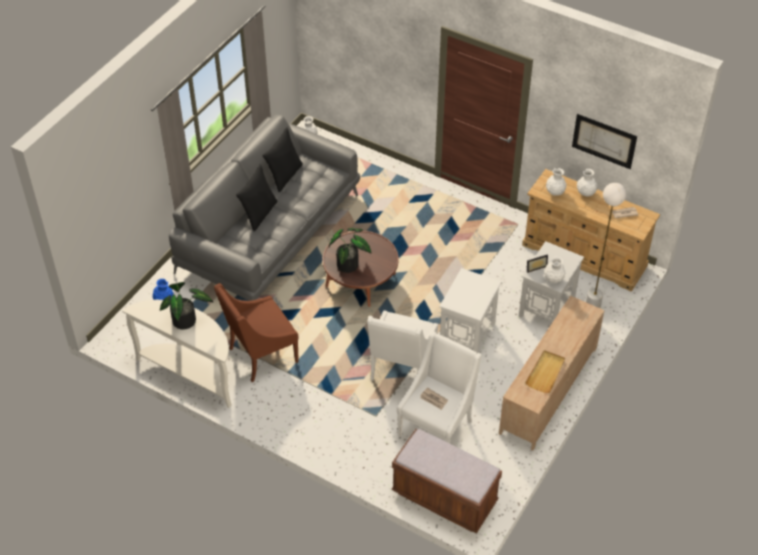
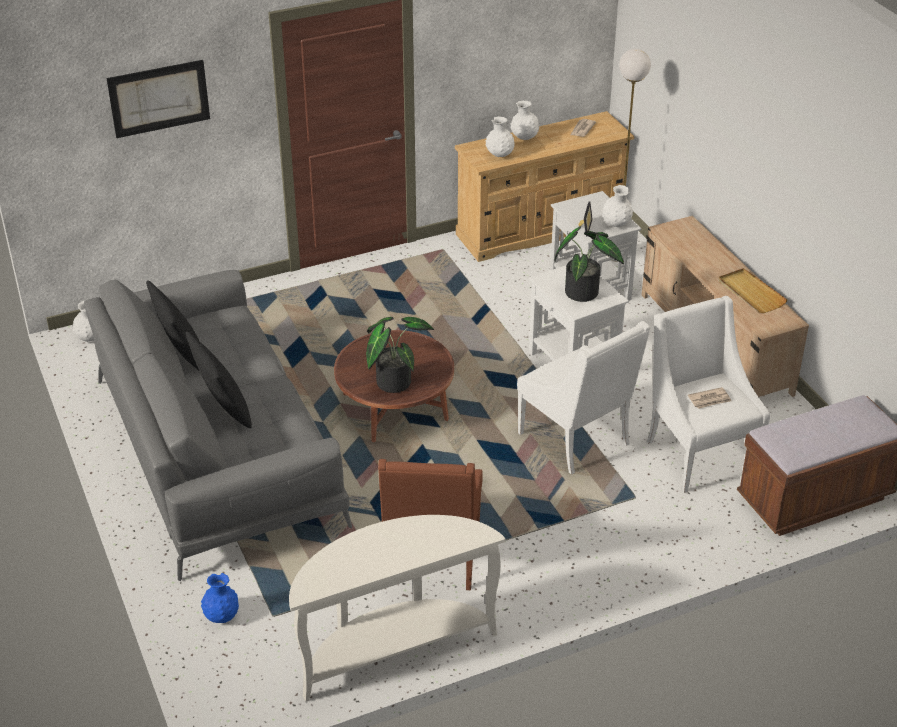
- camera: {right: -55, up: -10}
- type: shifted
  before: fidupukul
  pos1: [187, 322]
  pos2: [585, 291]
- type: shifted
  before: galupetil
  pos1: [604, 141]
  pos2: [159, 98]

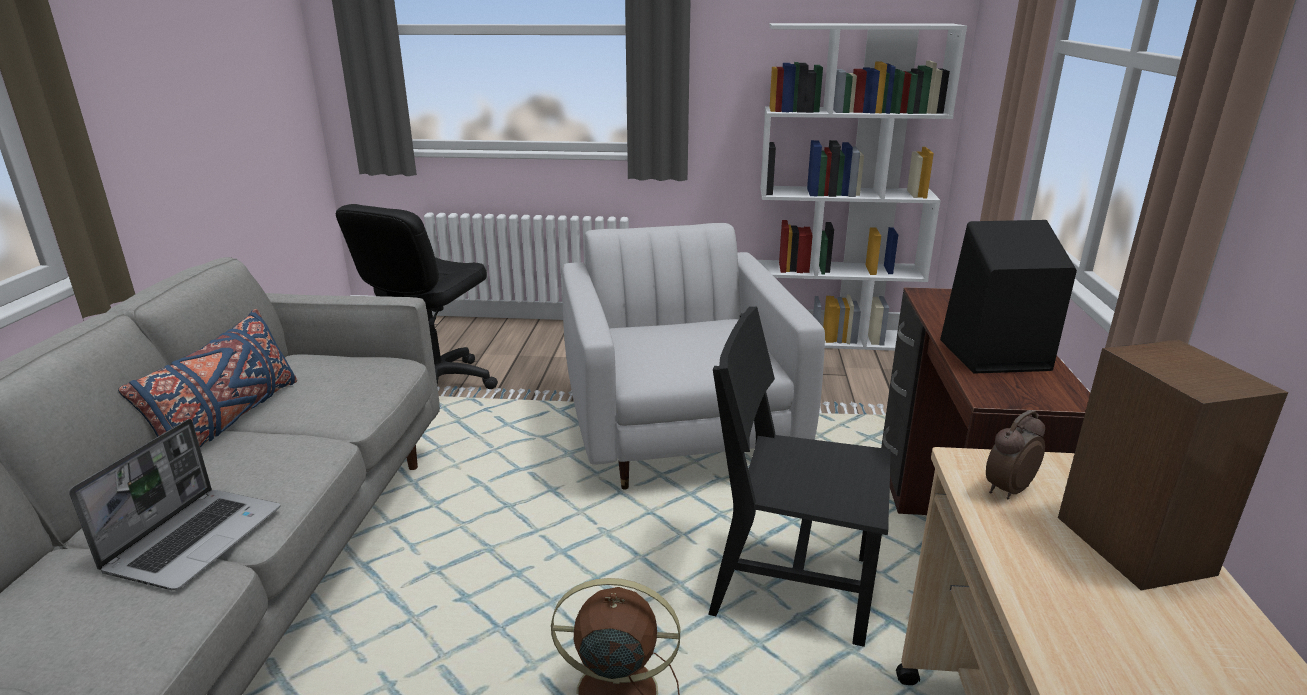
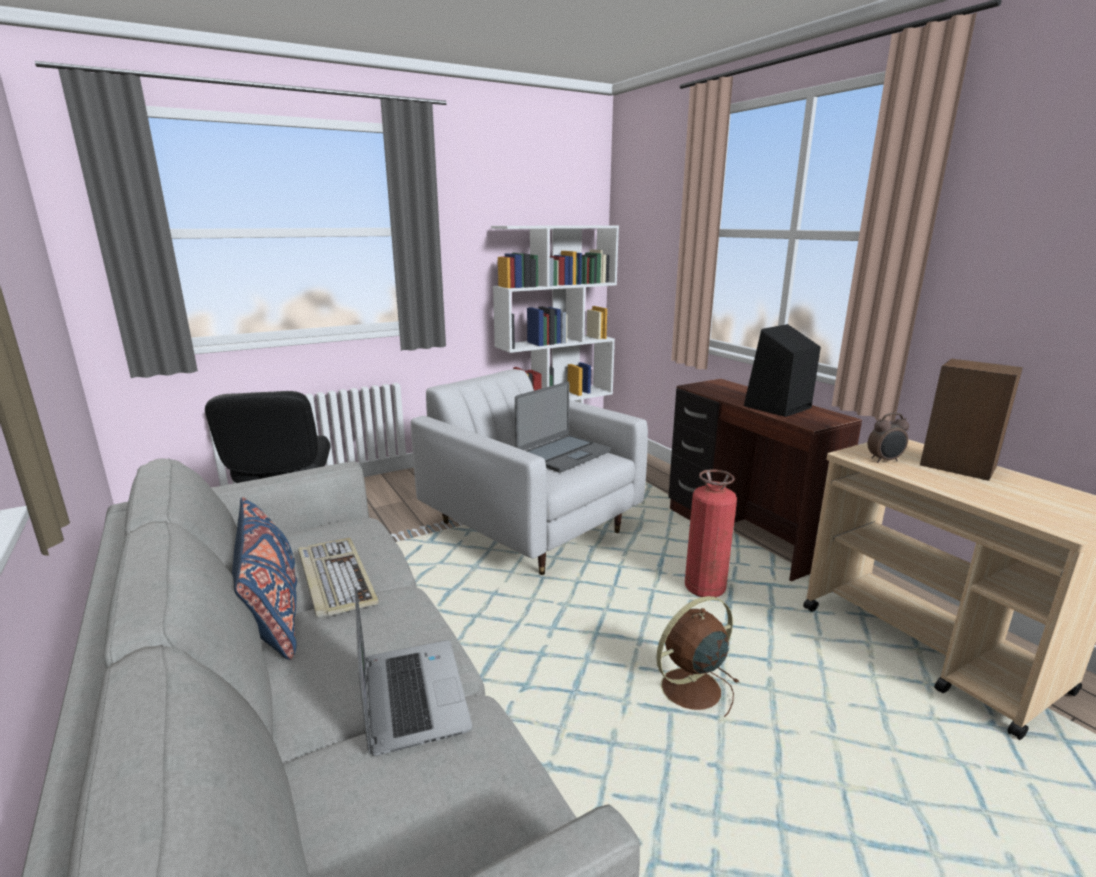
- camera: {right: -35, up: -5}
- type: swapped
  before: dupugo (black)
  after: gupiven
  pos1: [792, 586]
  pos2: [704, 589]
- type: rotated
  before: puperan
  pos1: [1006, 489]
  pos2: [884, 460]
  turn: -120
- type: new
  after: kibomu
  pos2: [335, 579]
- type: new
  after: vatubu
  pos2: [563, 454]

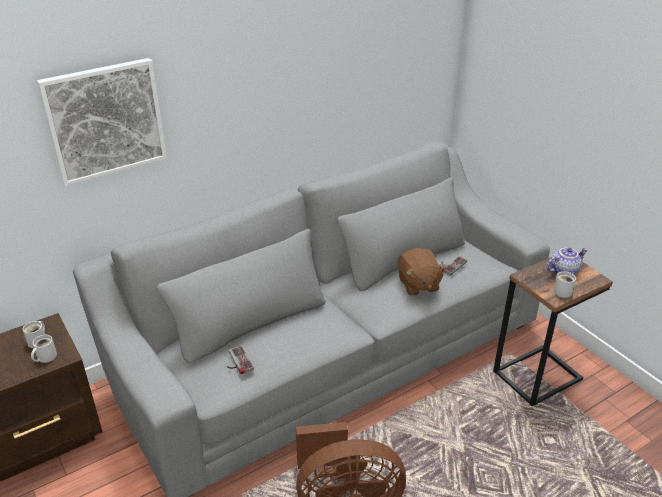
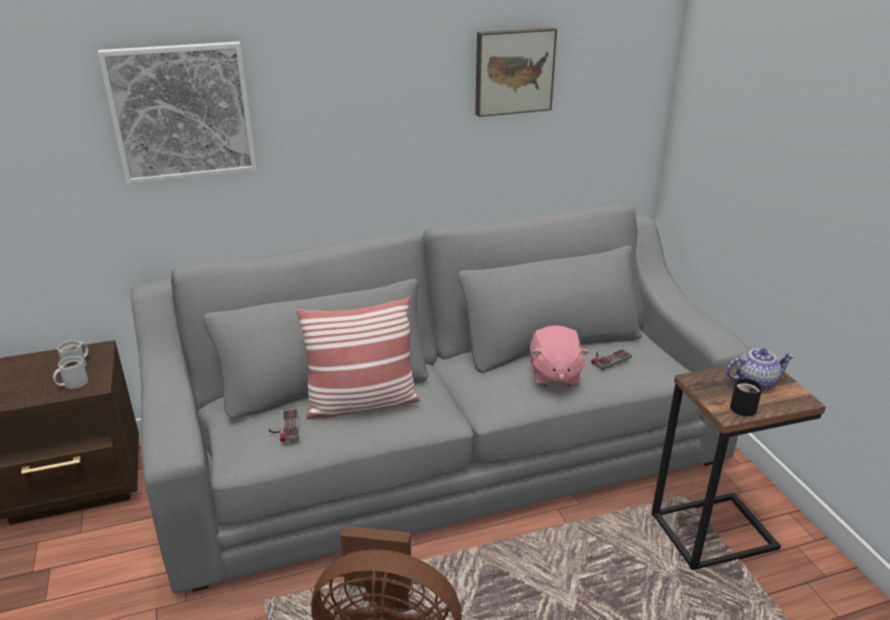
- camera: {right: 15, up: -5}
- type: repainted
  before: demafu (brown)
  after: demafu (pink)
  pos1: [418, 284]
  pos2: [554, 375]
- type: repainted
  before: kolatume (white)
  after: kolatume (black)
  pos1: [562, 291]
  pos2: [743, 407]
- type: new
  after: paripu
  pos2: [362, 403]
- type: new
  after: galupetil
  pos2: [513, 71]

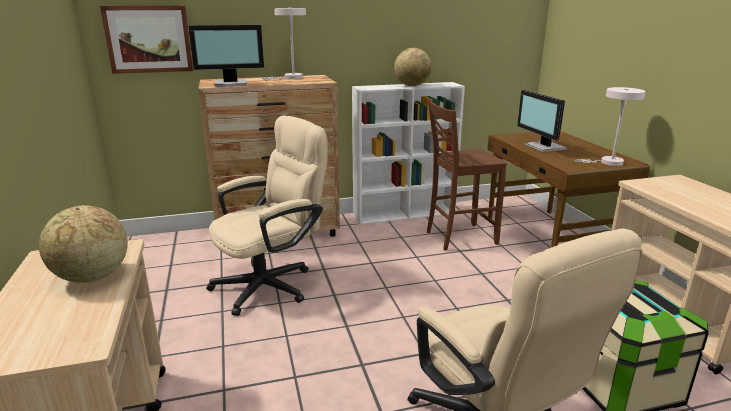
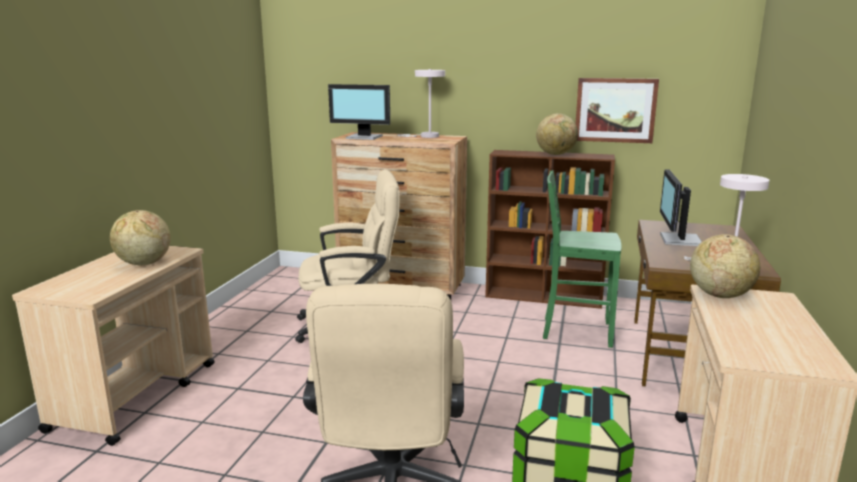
- camera: {right: 30, up: -5}
- type: shifted
  before: galupetil
  pos1: [148, 39]
  pos2: [615, 110]
- type: repainted
  before: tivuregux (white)
  after: tivuregux (brown)
  pos1: [405, 214]
  pos2: [544, 297]
- type: repainted
  before: dupugo (brown)
  after: dupugo (green)
  pos1: [459, 237]
  pos2: [575, 331]
- type: new
  after: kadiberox
  pos2: [719, 295]

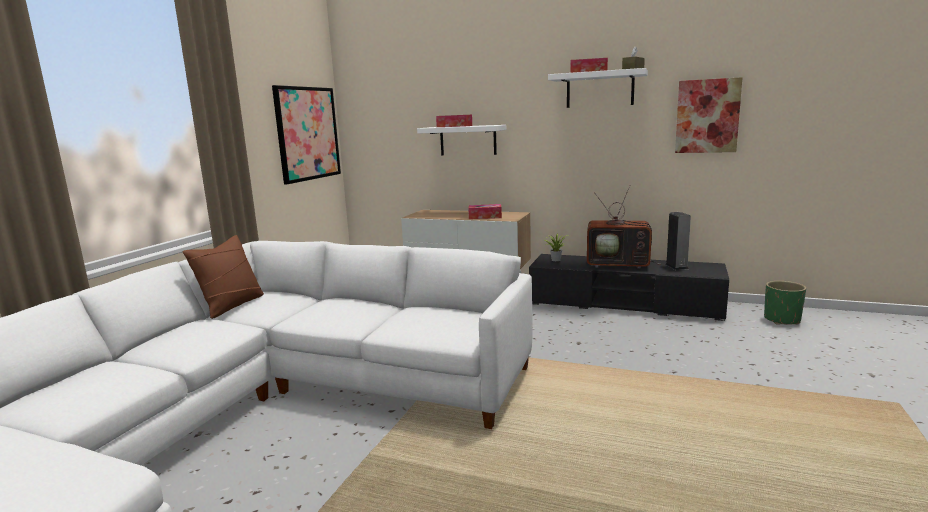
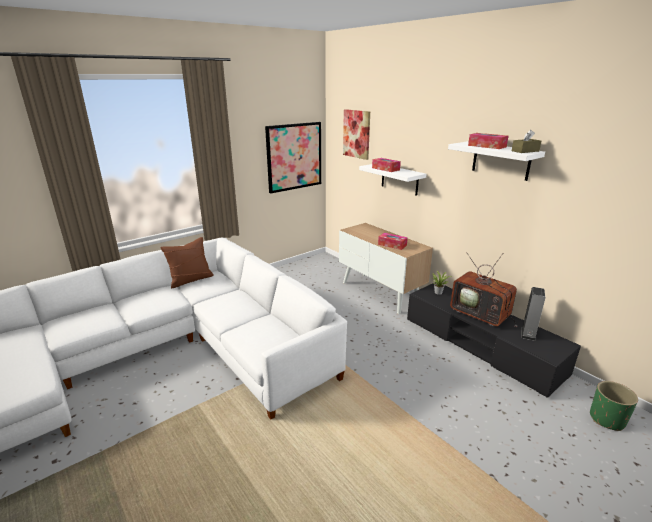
- camera: {right: 30, up: 10}
- type: shifted
  before: galupetil
  pos1: [707, 116]
  pos2: [356, 134]

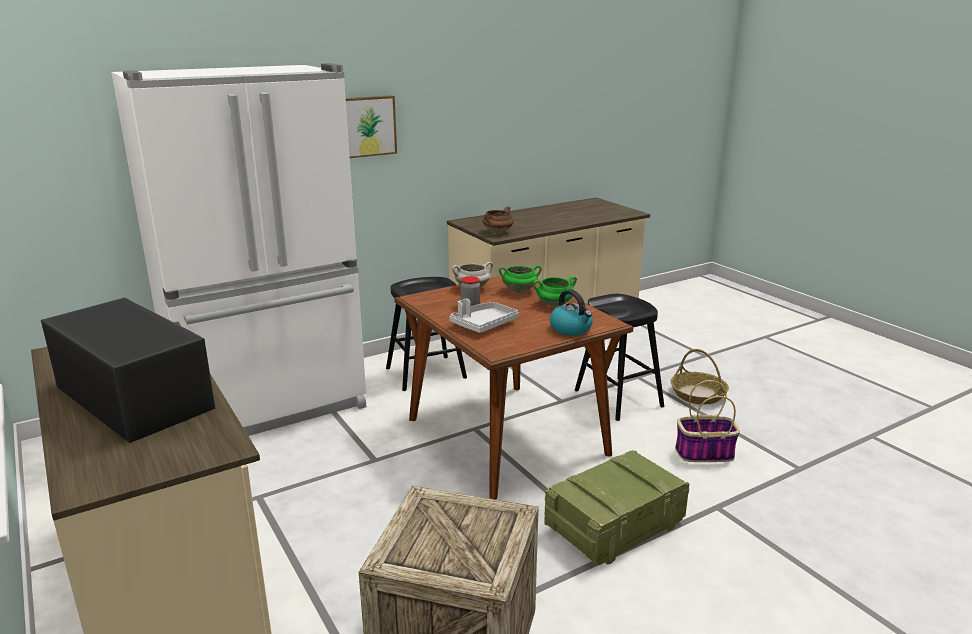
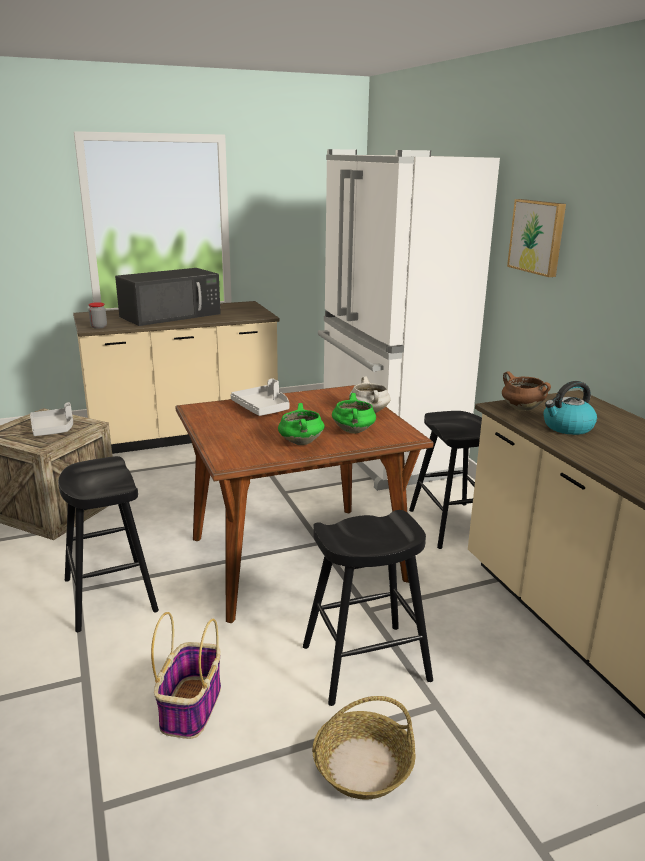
- camera: {right: 100, up: 0}
- type: shifted
  before: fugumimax
  pos1: [470, 305]
  pos2: [99, 327]
- type: swapped
  before: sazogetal
  after: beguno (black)
  pos1: [613, 527]
  pos2: [110, 595]
- type: shifted
  before: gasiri
  pos1: [571, 329]
  pos2: [567, 427]
- type: new
  after: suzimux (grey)
  pos2: [53, 429]

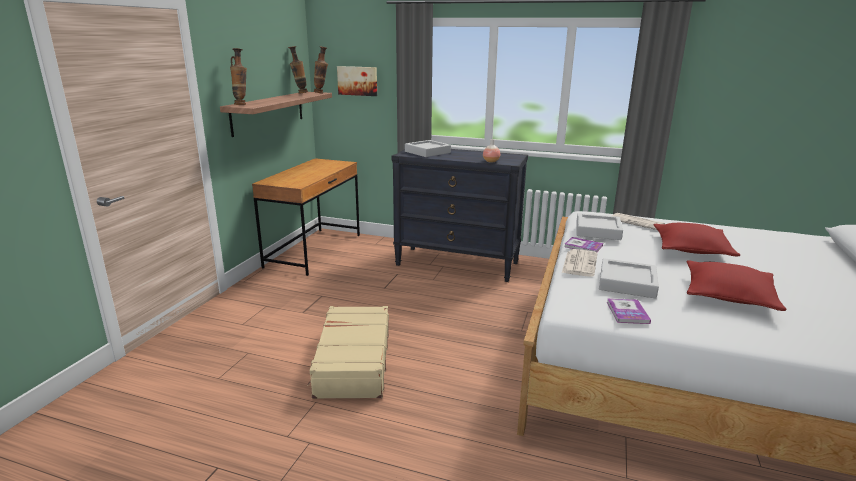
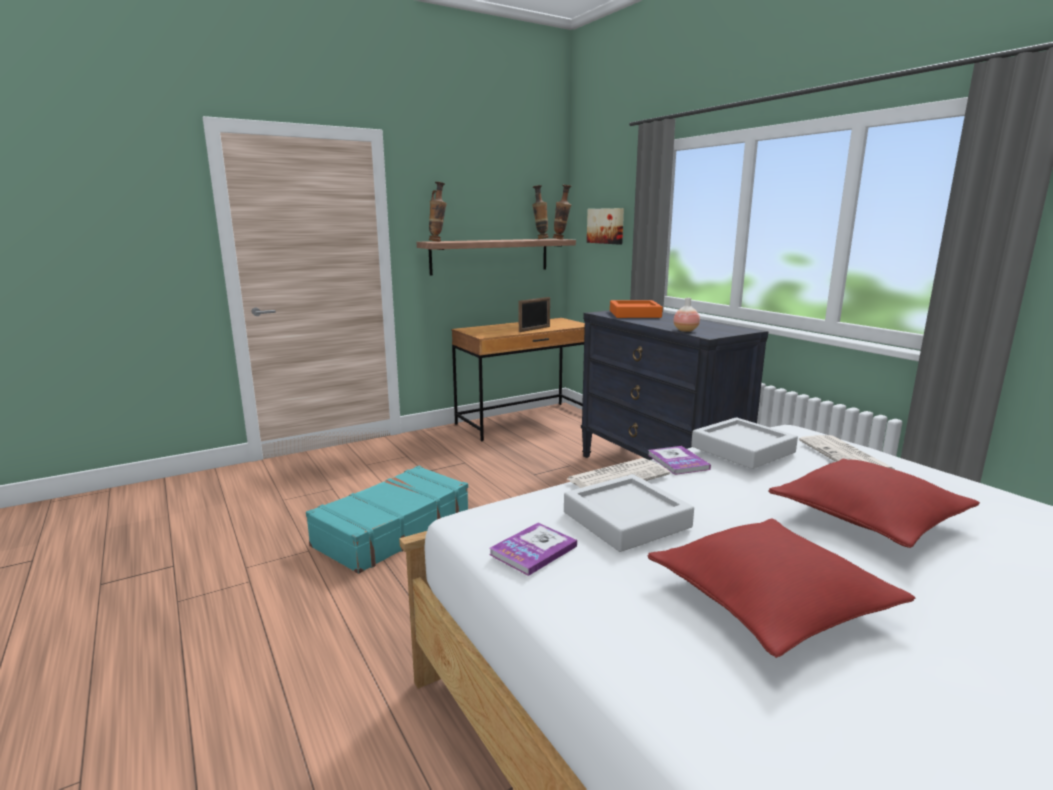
- camera: {right: 40, up: -5}
- type: repainted
  before: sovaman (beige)
  after: sovaman (turquoise)
  pos1: [353, 362]
  pos2: [392, 530]
- type: repainted
  before: suzimux (grey)
  after: suzimux (orange)
  pos1: [427, 152]
  pos2: [634, 314]
- type: new
  after: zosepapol
  pos2: [534, 329]

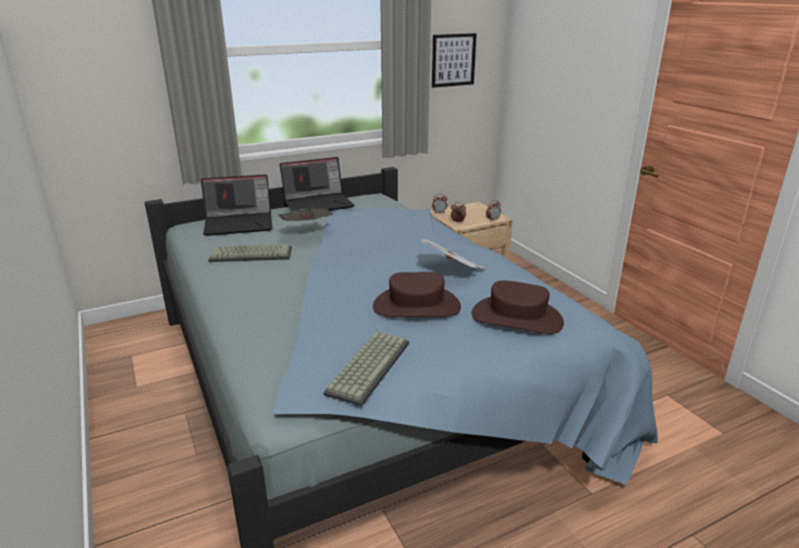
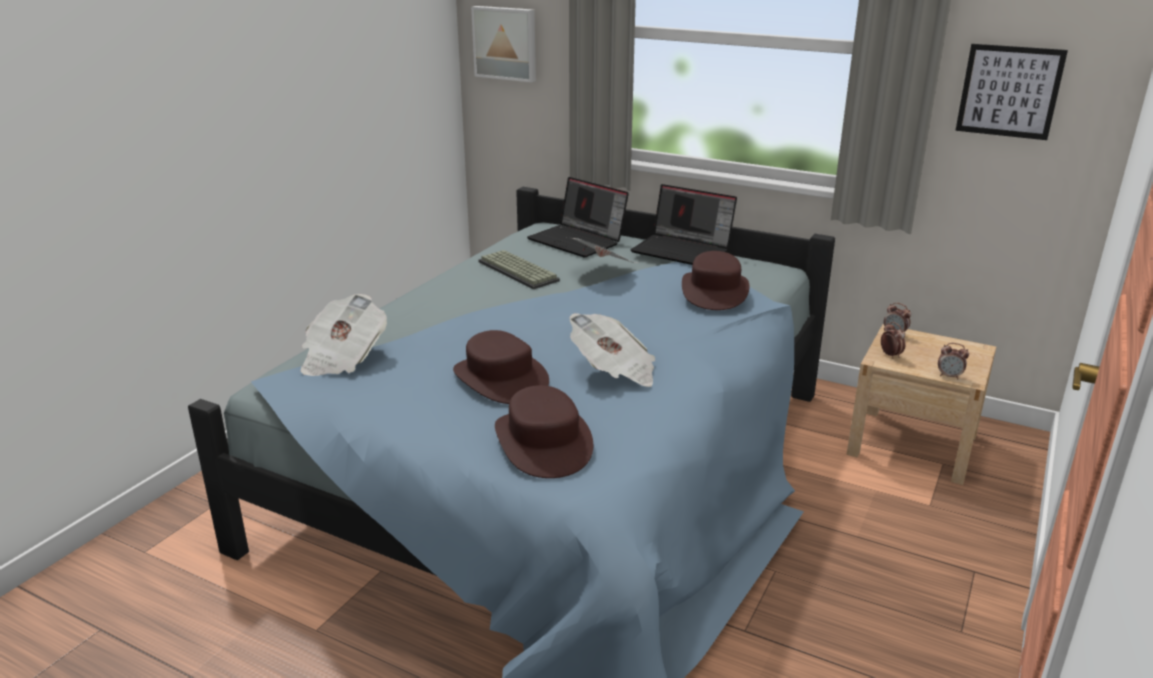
- camera: {right: 55, up: 0}
- type: gone
  before: kibomu
  pos1: [367, 366]
- type: new
  after: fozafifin
  pos2: [342, 358]
- type: new
  after: galupetil
  pos2: [505, 43]
- type: new
  after: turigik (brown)
  pos2: [714, 291]

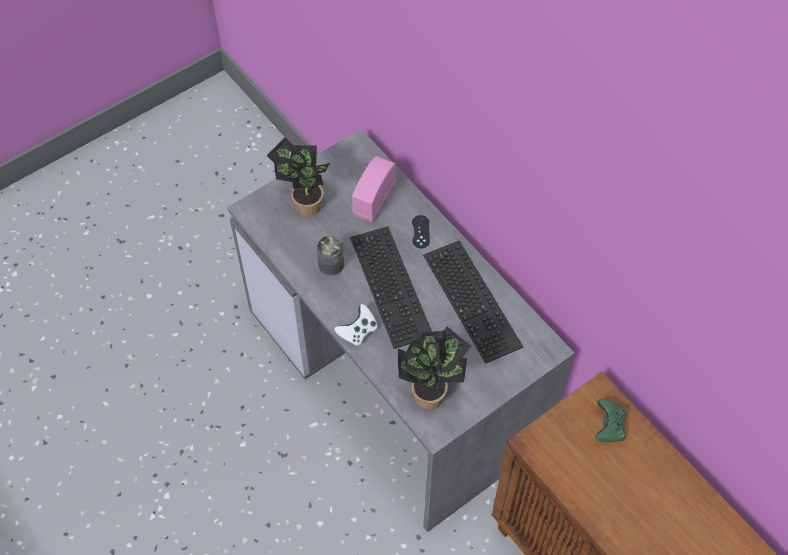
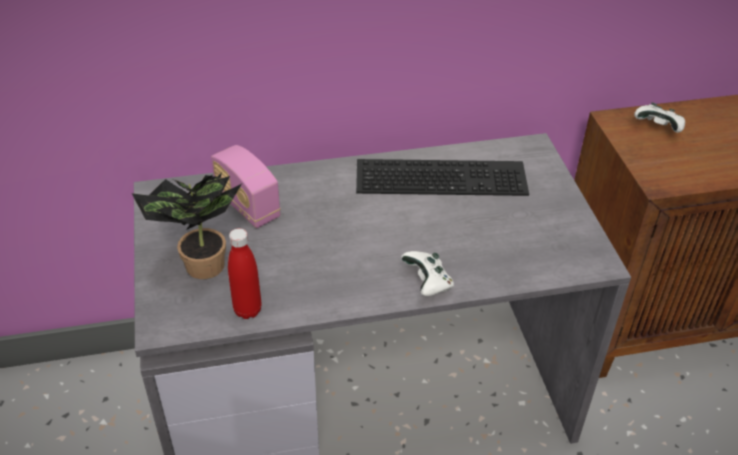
- camera: {right: -65, up: -15}
- type: gone
  before: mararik
  pos1: [331, 264]
- type: gone
  before: kibomu
  pos1: [393, 286]
- type: gone
  before: fidupukul
  pos1: [430, 392]
- type: gone
  before: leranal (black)
  pos1: [420, 232]
- type: repainted
  before: leranal (green)
  after: leranal (white)
  pos1: [609, 427]
  pos2: [658, 128]
- type: new
  after: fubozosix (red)
  pos2: [247, 310]

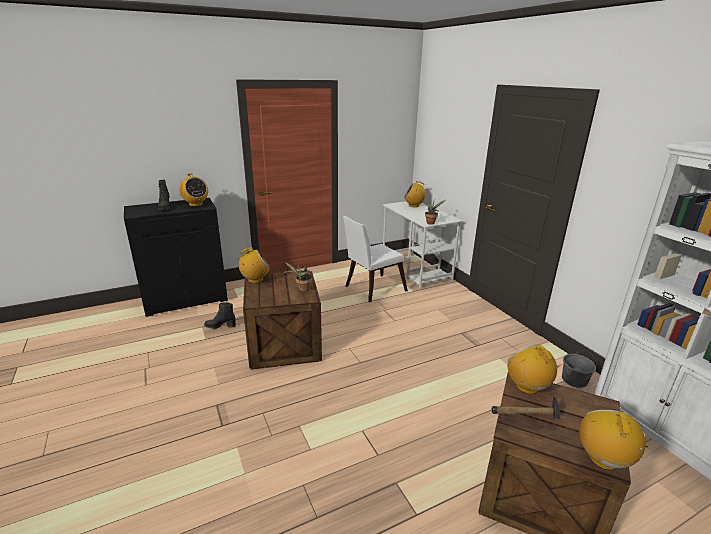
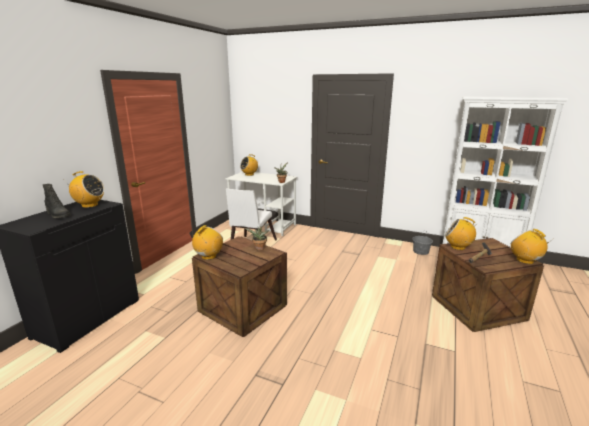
- camera: {right: -40, up: -5}
- type: gone
  before: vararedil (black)
  pos1: [220, 326]

